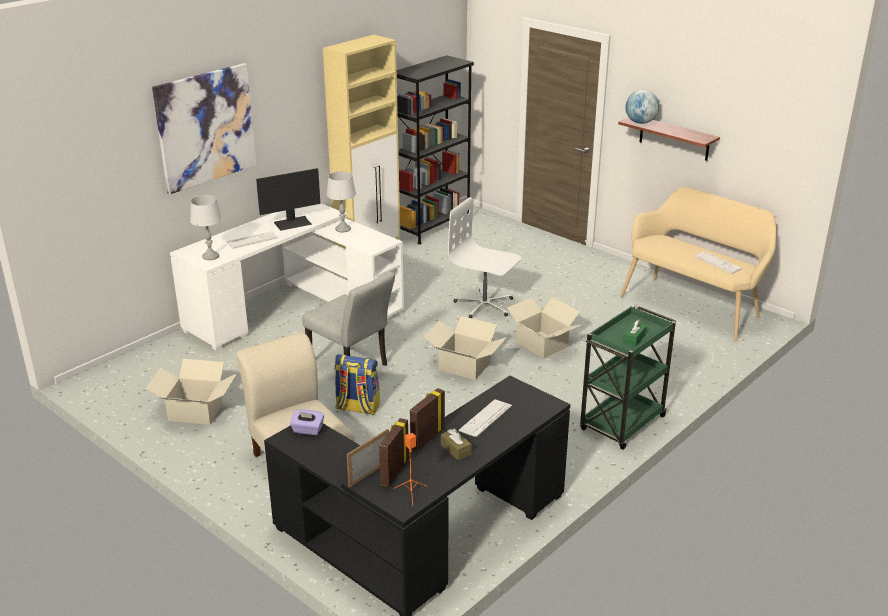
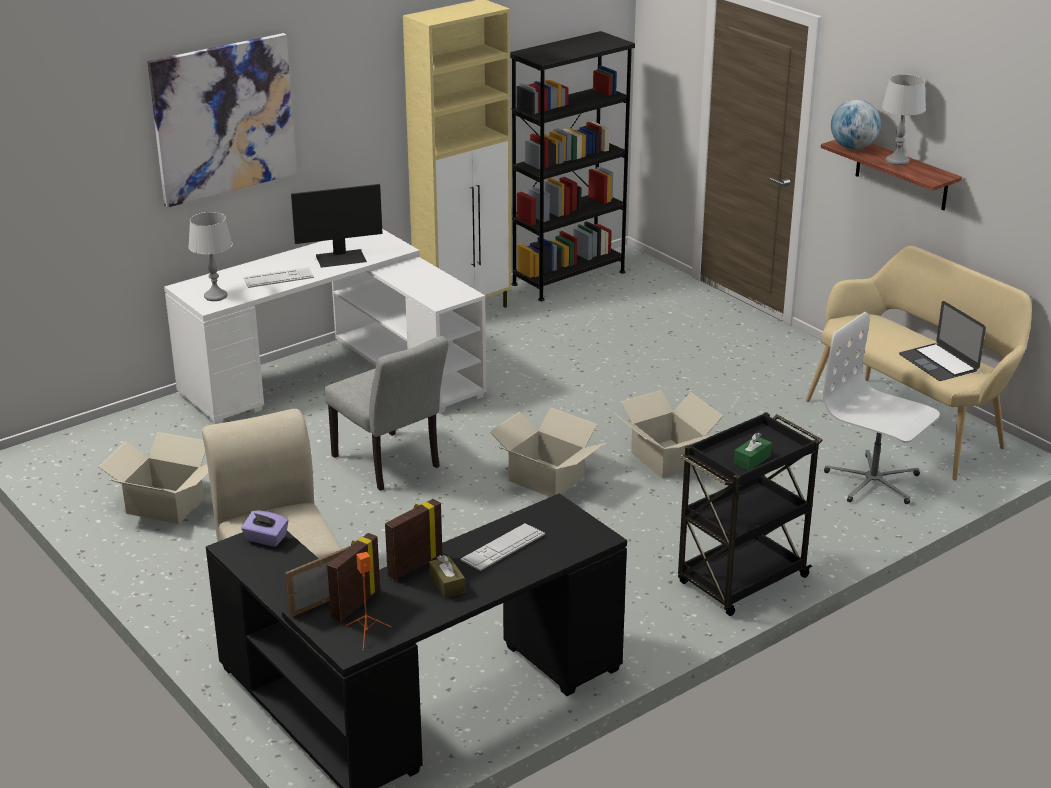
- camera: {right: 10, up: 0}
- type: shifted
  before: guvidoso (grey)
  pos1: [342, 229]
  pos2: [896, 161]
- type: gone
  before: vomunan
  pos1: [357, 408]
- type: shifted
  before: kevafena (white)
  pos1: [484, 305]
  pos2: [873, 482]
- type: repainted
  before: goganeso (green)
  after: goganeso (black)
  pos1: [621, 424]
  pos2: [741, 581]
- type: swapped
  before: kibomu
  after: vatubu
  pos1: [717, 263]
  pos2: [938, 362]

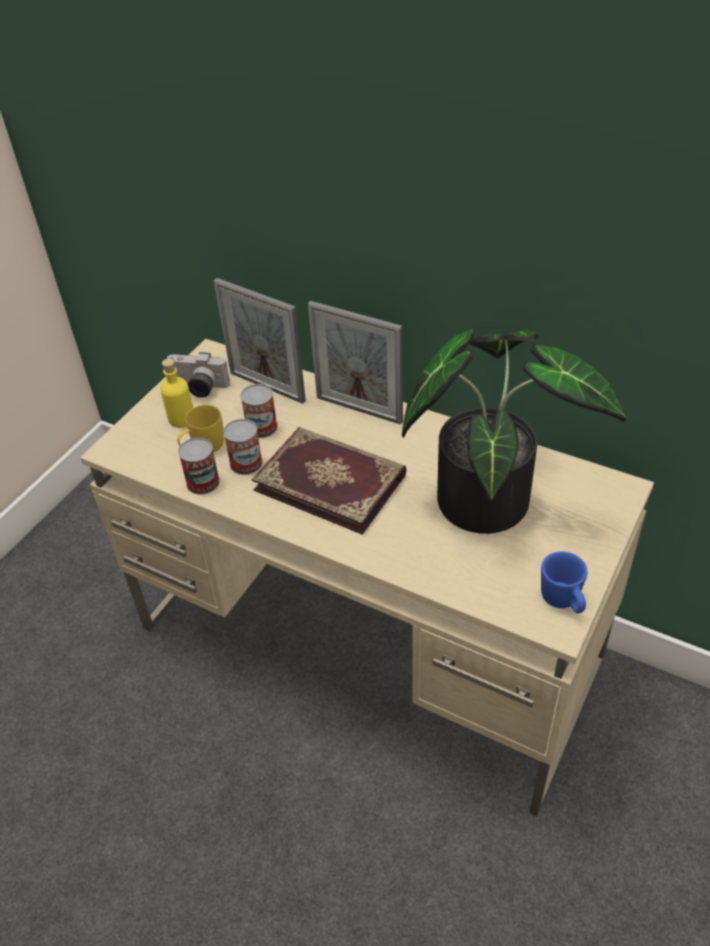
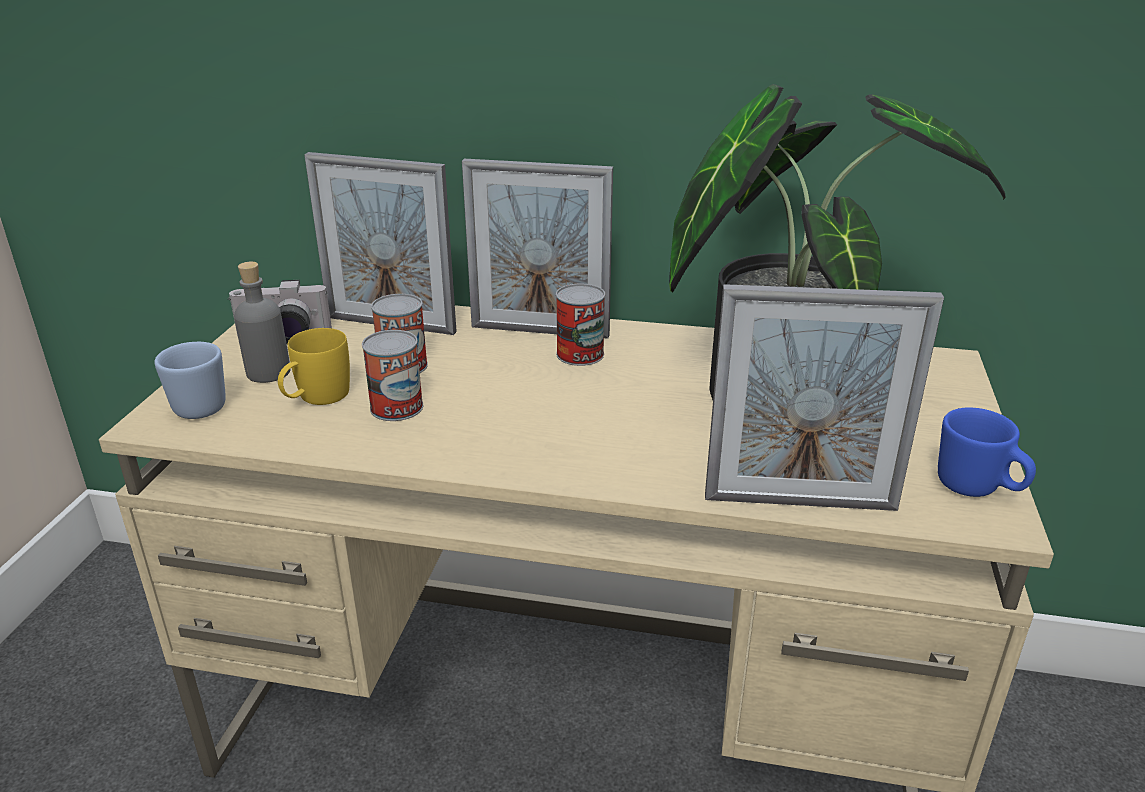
- camera: {right: -20, up: -15}
- type: repainted
  before: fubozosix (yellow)
  after: fubozosix (grey)
  pos1: [181, 419]
  pos2: [268, 372]
- type: shifted
  before: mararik
  pos1: [203, 482]
  pos2: [580, 354]
- type: gone
  before: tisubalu
  pos1: [331, 481]
- type: new
  after: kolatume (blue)
  pos2: [198, 404]
- type: new
  after: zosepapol
  pos2: [800, 502]

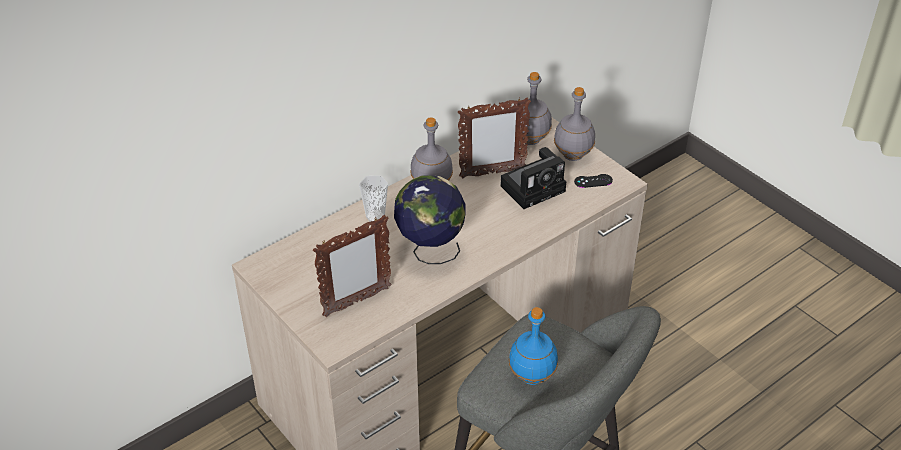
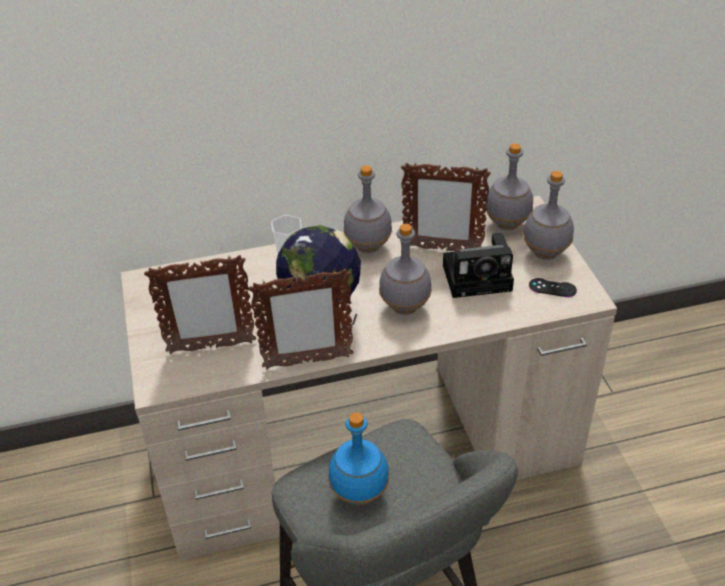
- camera: {right: 25, up: 0}
- type: new
  after: zosepapol
  pos2: [307, 362]
- type: new
  after: fubozosix (grey)
  pos2: [404, 308]

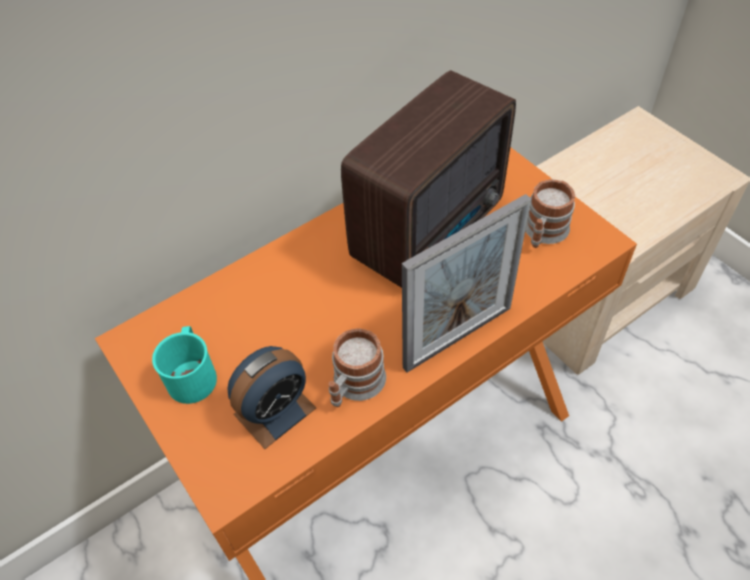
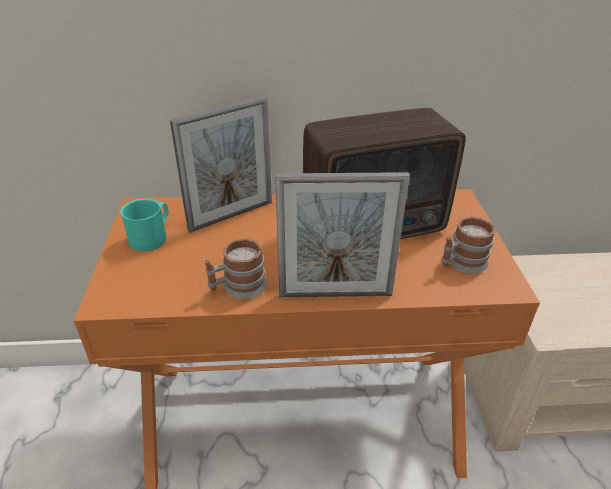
- camera: {right: 30, up: -15}
- type: gone
  before: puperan
  pos1: [275, 411]
- type: new
  after: zosepapol
  pos2: [231, 216]

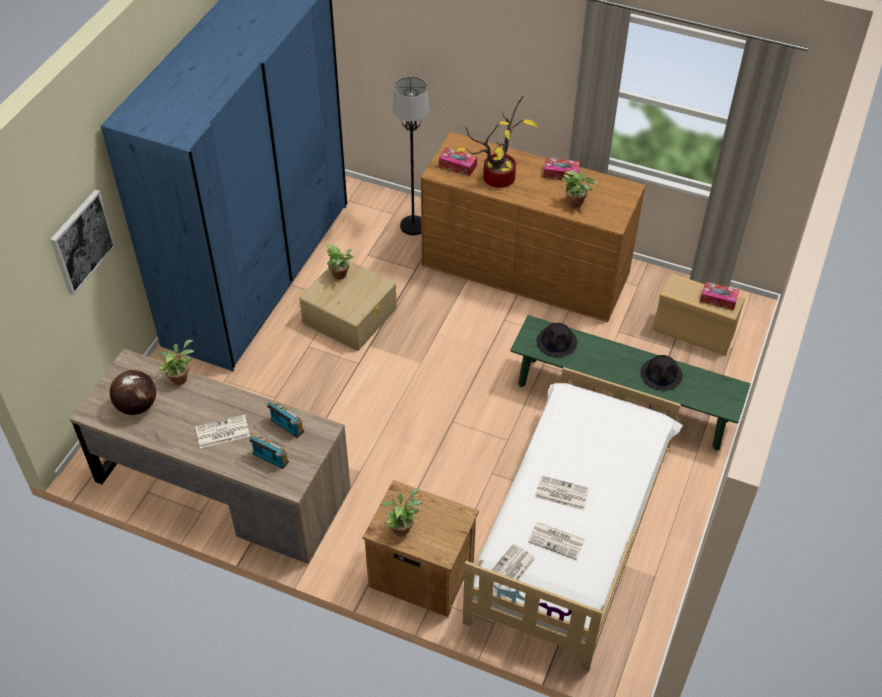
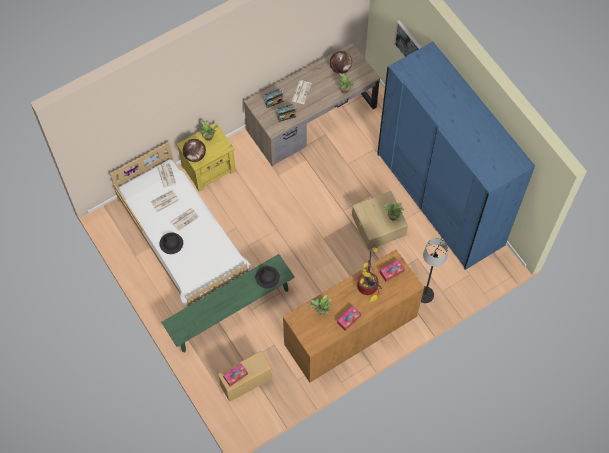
- camera: {right: 125, up: 15}
- type: repainted
  before: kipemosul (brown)
  after: kipemosul (yellow)
  pos1: [420, 572]
  pos2: [209, 168]
- type: shifted
  before: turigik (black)
  pos1: [661, 374]
  pos2: [171, 243]
- type: new
  after: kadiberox
  pos2: [195, 156]

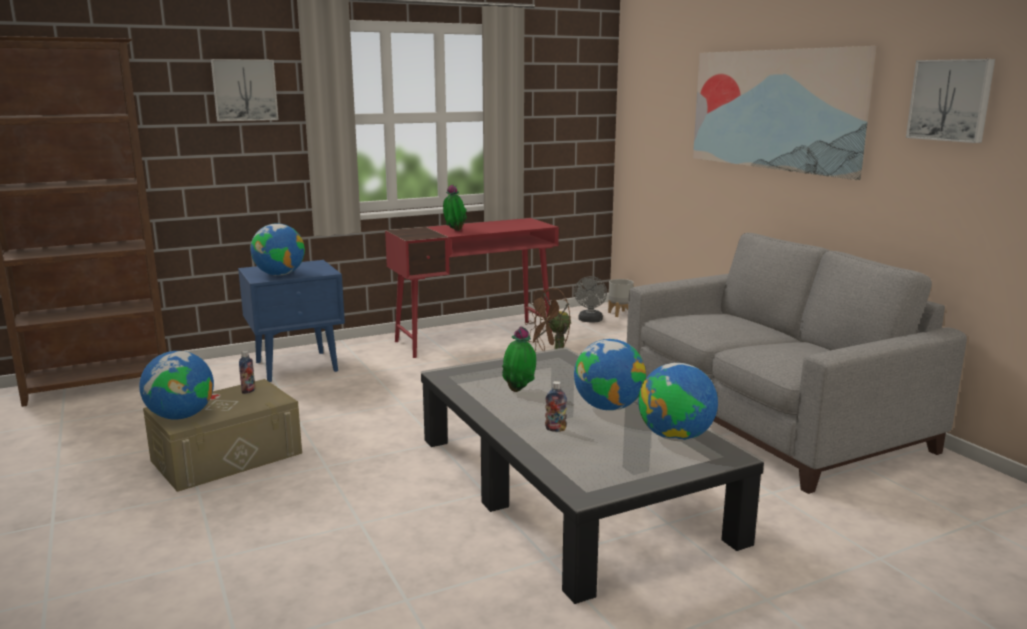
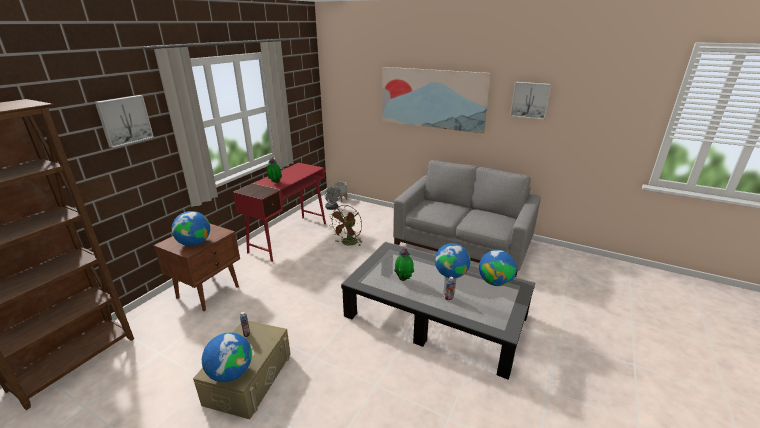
- camera: {right: -35, up: 10}
- type: repainted
  before: kipemosul (blue)
  after: kipemosul (brown)
  pos1: [298, 366]
  pos2: [209, 291]

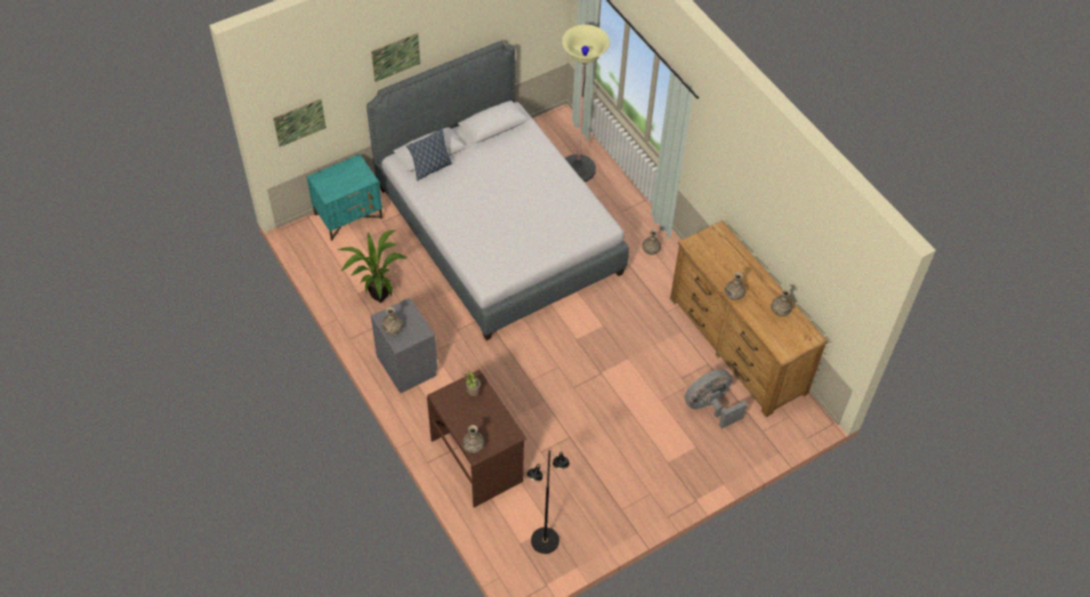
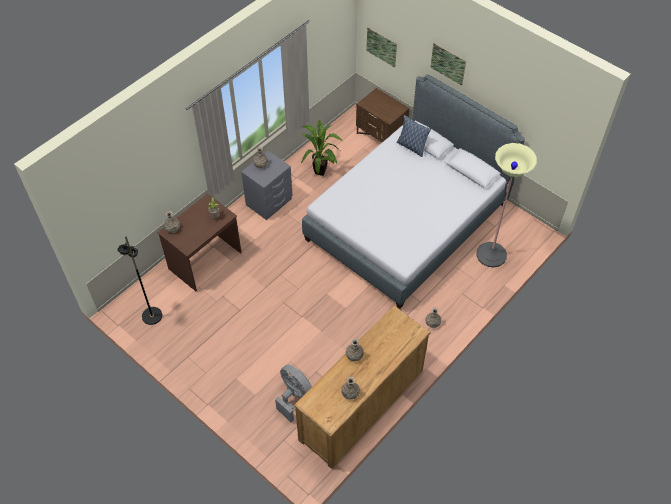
- camera: {right: 75, up: 0}
- type: repainted
  before: kipemosul (turquoise)
  after: kipemosul (brown)
  pos1: [349, 216]
  pos2: [381, 136]

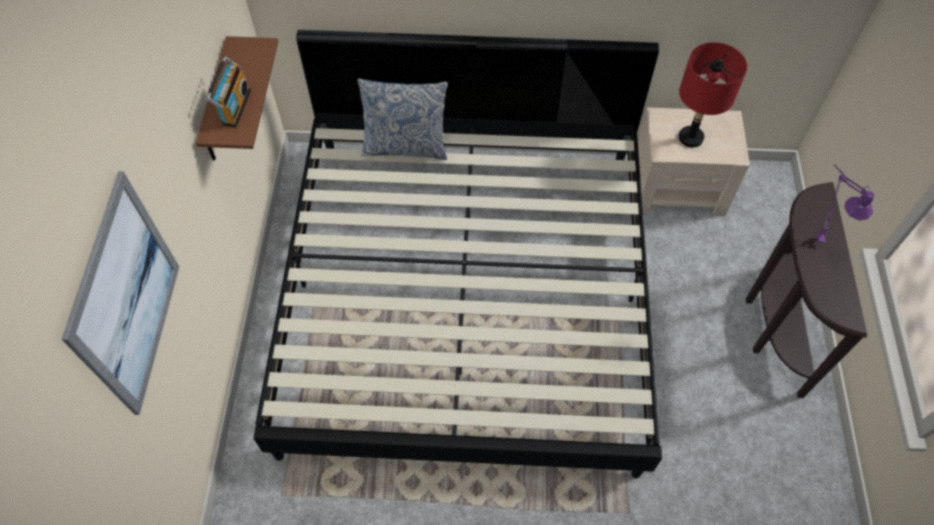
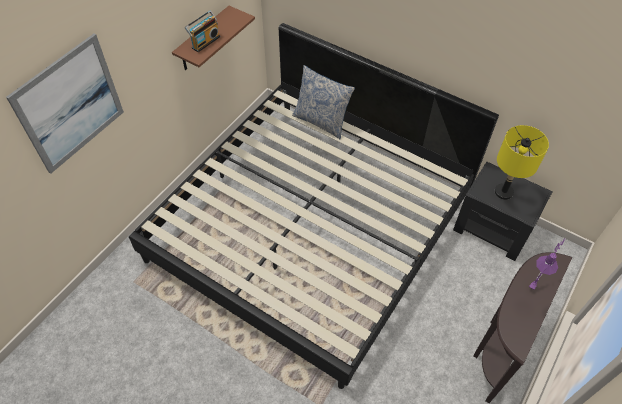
- camera: {right: 30, up: -5}
- type: repainted
  before: kipemosul (beige)
  after: kipemosul (black)
  pos1: [679, 186]
  pos2: [493, 228]
- type: repainted
  before: guvidoso (red)
  after: guvidoso (yellow)
  pos1: [691, 137]
  pos2: [503, 192]

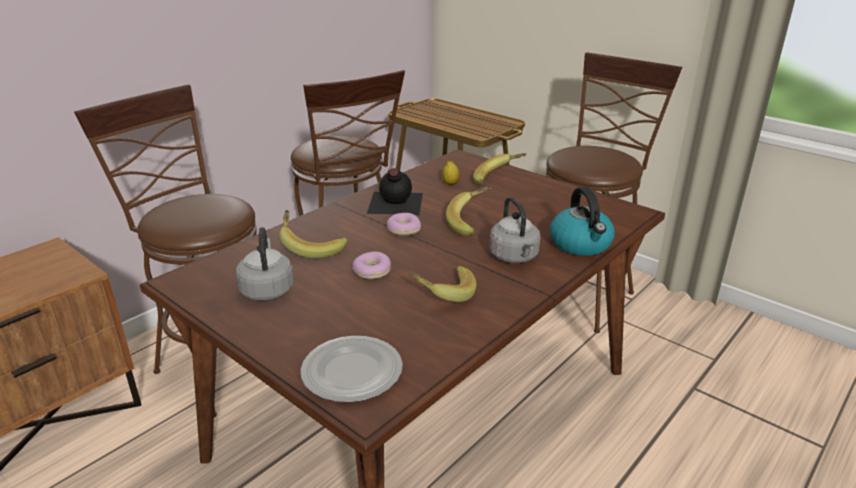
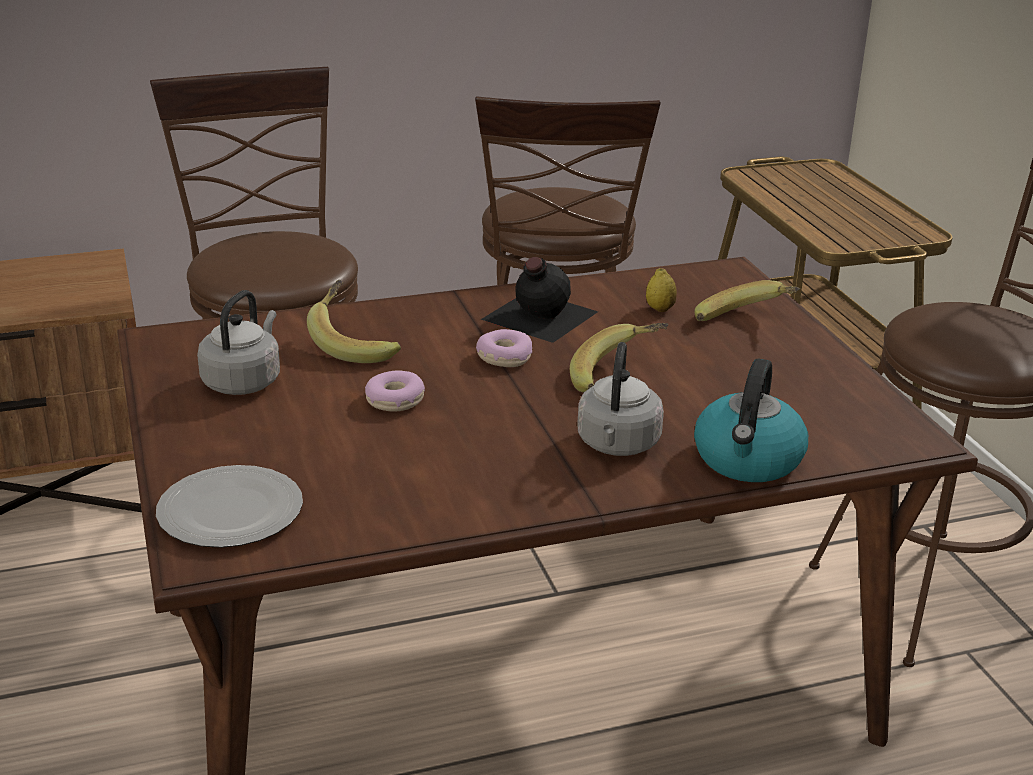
- camera: {right: 30, up: 0}
- type: gone
  before: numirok
  pos1: [442, 294]

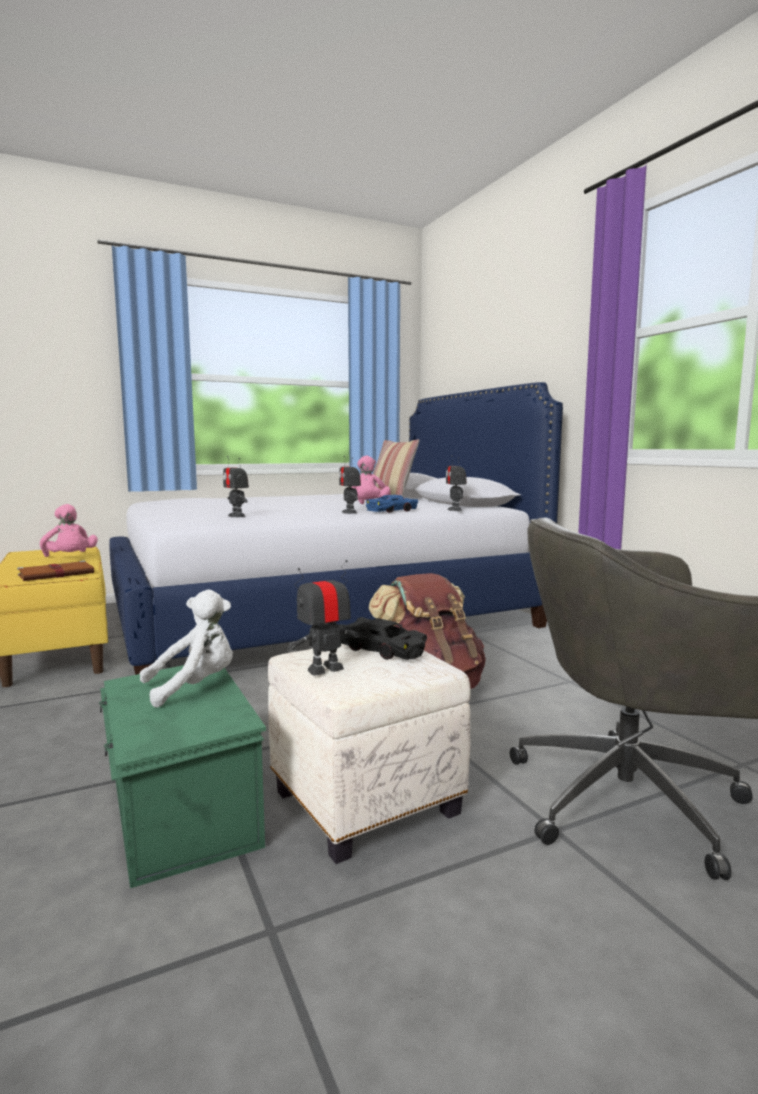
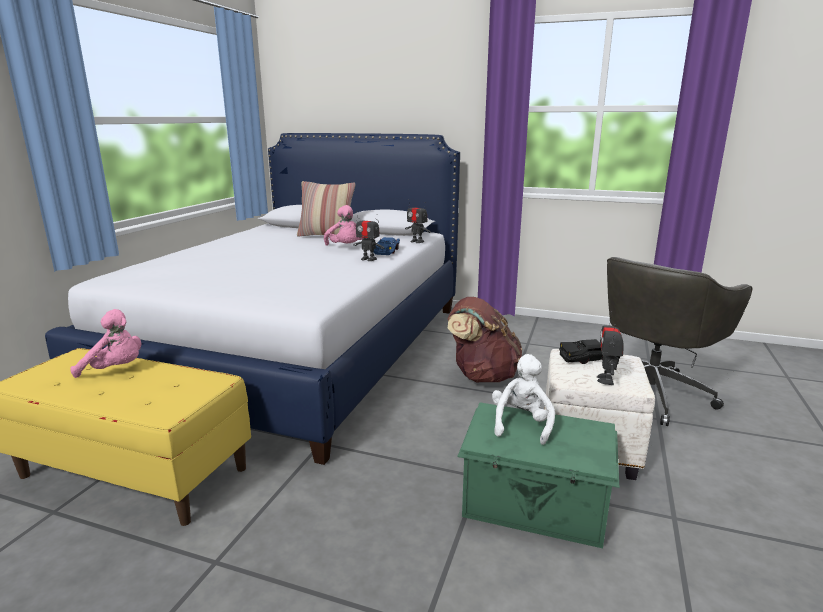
- camera: {right: -45, up: 10}
- type: gone
  before: tisubalu (brown)
  pos1: [57, 574]
- type: gone
  before: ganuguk
  pos1: [236, 516]

